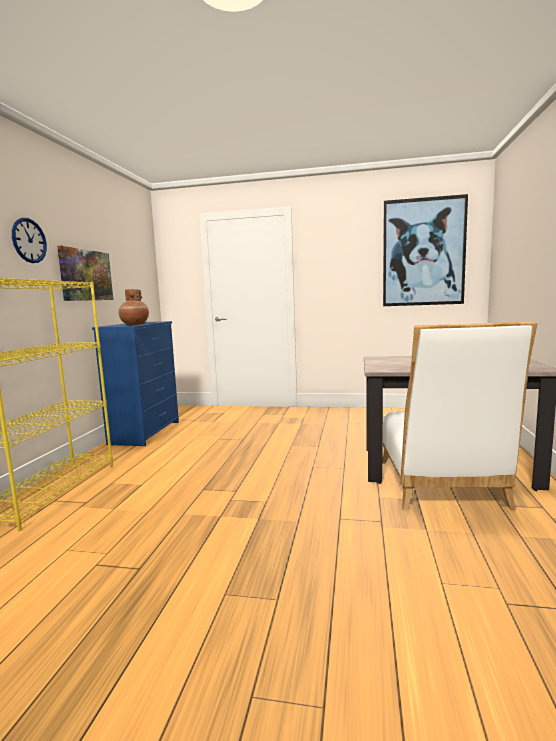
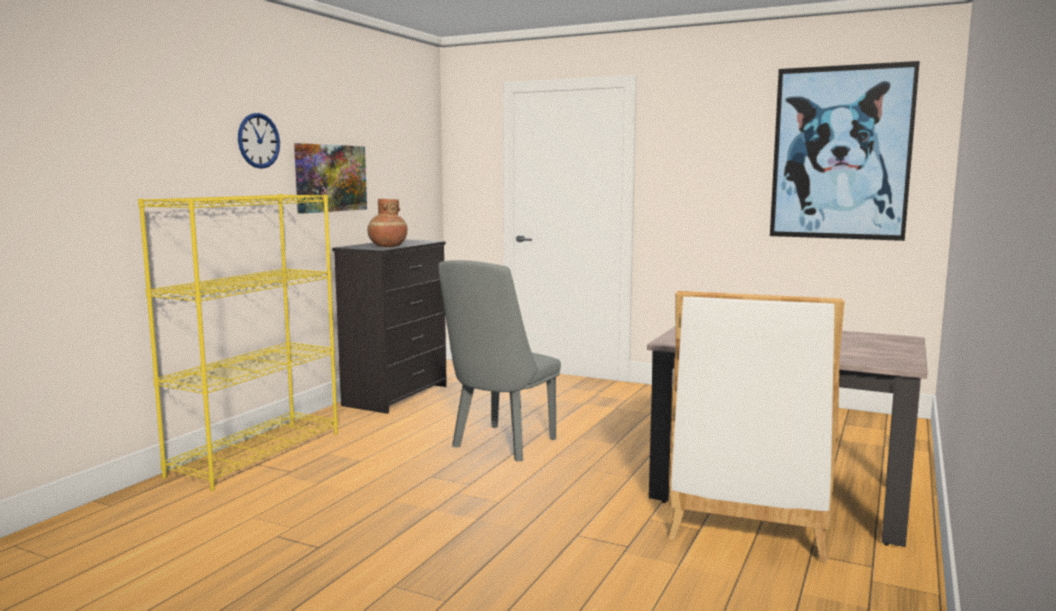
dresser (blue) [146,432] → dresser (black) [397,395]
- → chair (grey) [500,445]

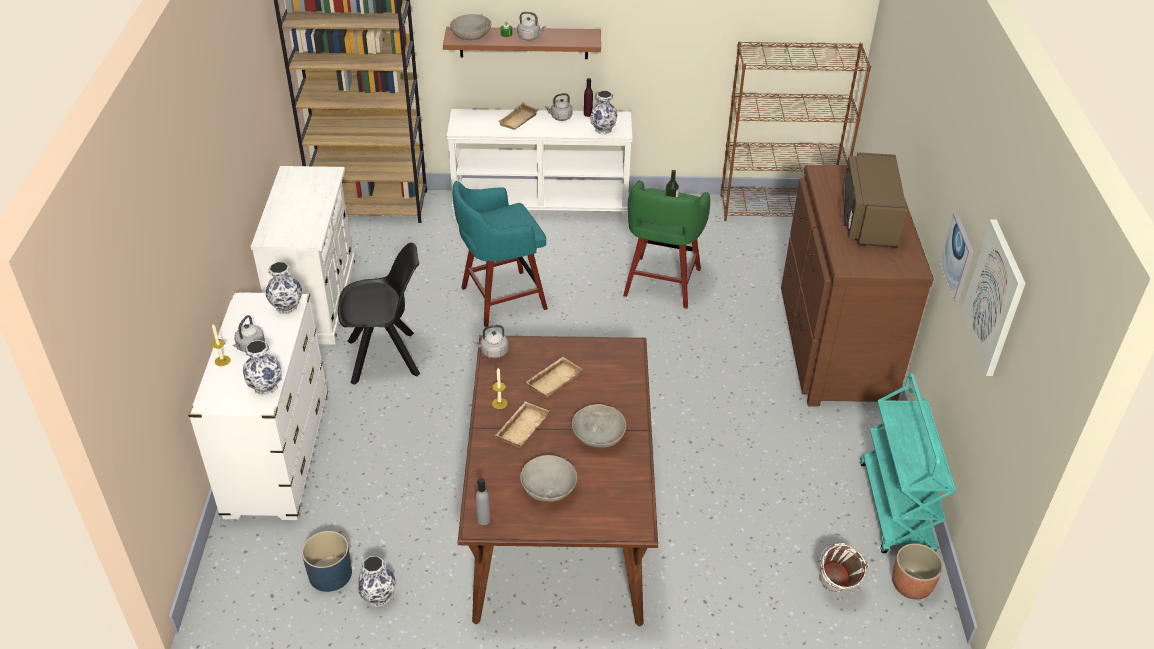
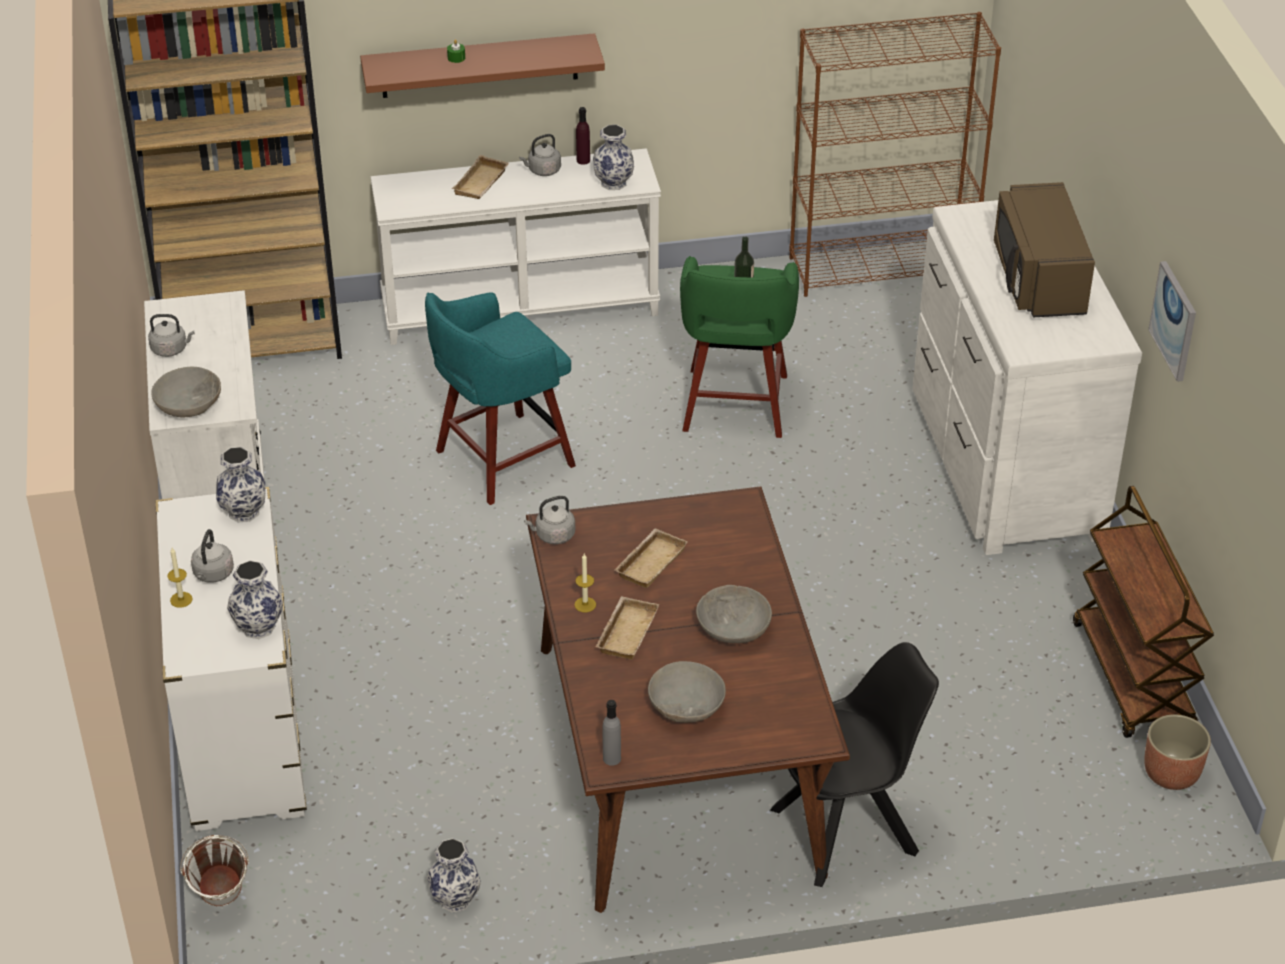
kettle (grey) [530,37] → kettle (grey) [171,349], move
bowl (grey) [471,35] → bowl (grey) [189,404], move
bucket (white) [835,590] → bucket (white) [221,903], move
chair (black) [386,357] → chair (black) [848,830], move
dresser (brown) [833,346] → dresser (white) [1004,464]
cart (turquoise) [896,508] → cart (brown) [1133,676]
planter (blue) [330,574] → -
picture [995,297] → -

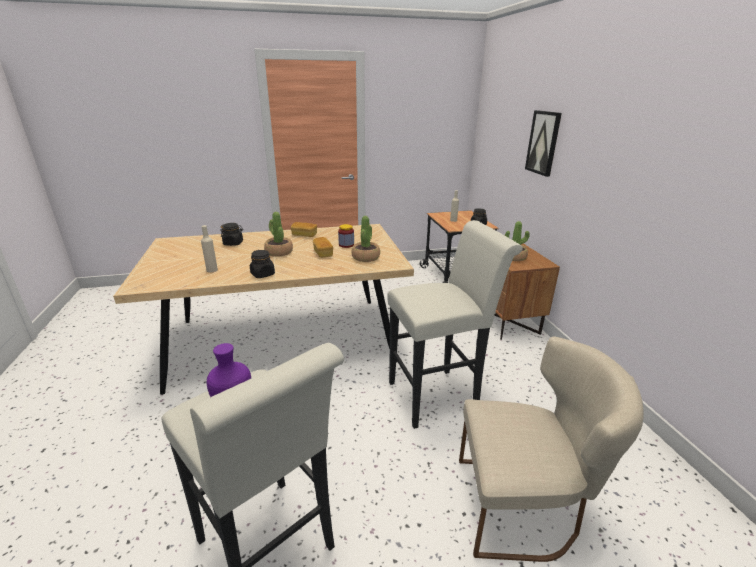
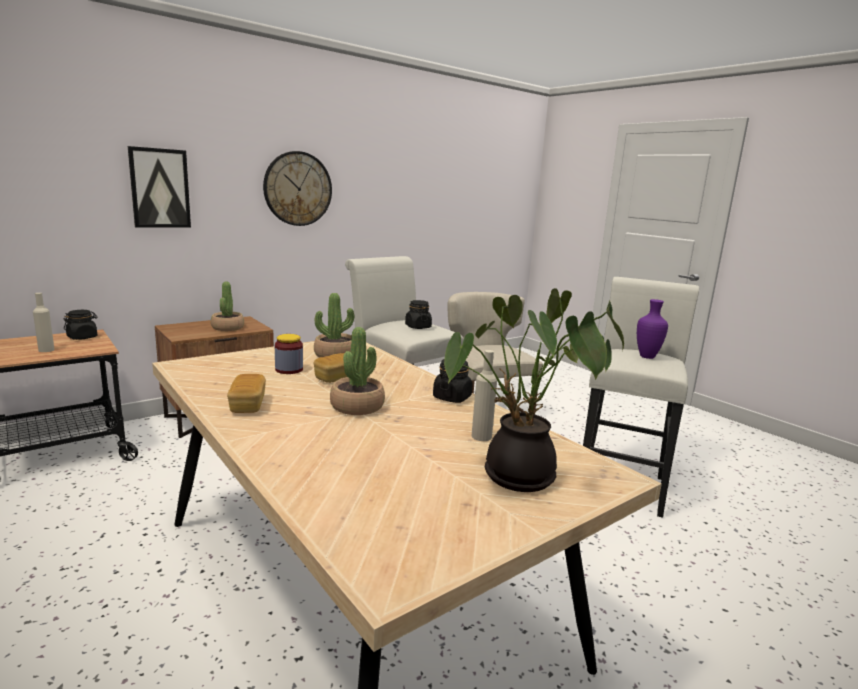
- → wall clock [298,189]
jar (black) [233,243] → jar (black) [418,327], move
- → potted plant [516,479]

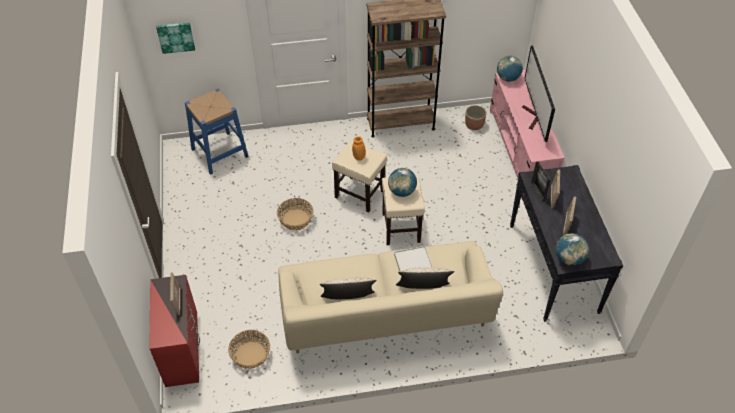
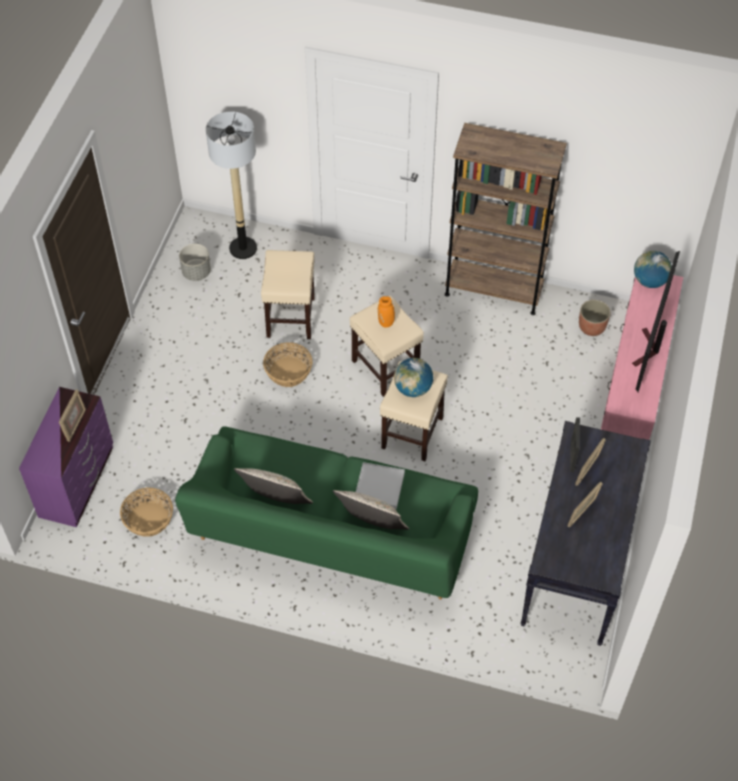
dresser (red) [182,349] → dresser (purple) [78,481]
sofa (beige) [385,312] → sofa (green) [331,533]
- → planter (grey) [196,272]
stool (blue) [219,152] → floor lamp [243,248]
- → stool (beige) [290,316]
picture [176,37] → -
globe [569,259] → -

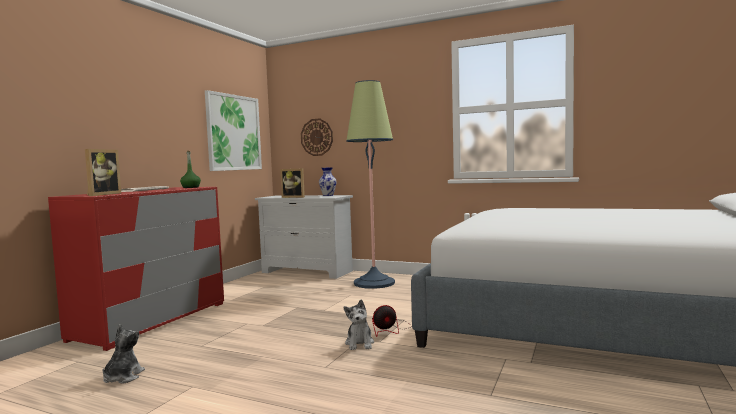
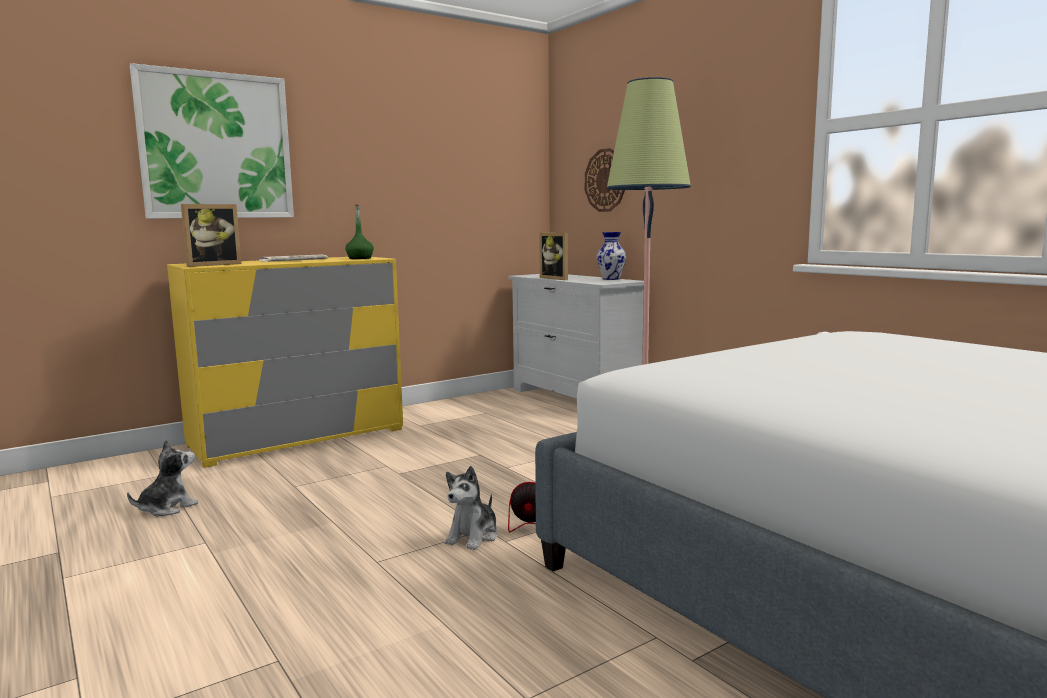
picture [233,132] → picture [216,146], move
dresser (red) [151,321] → dresser (yellow) [297,437]

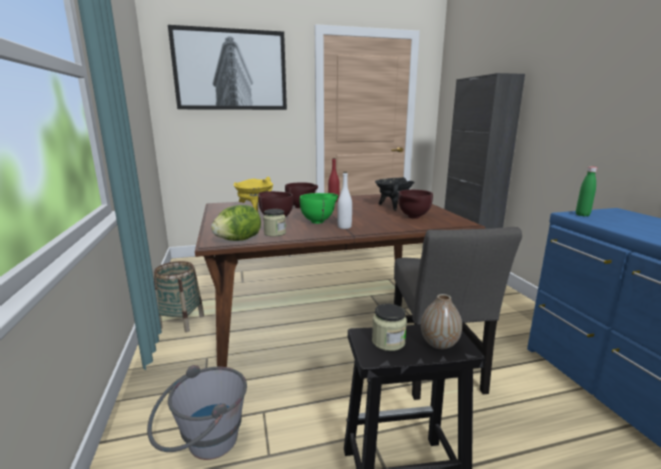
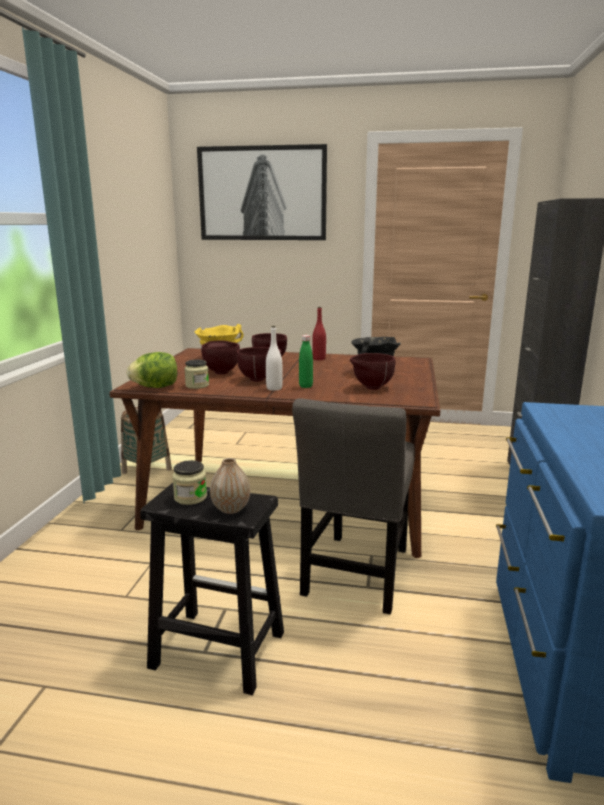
bowl (green) [319,221] → bowl (brown) [259,380]
bottle (green) [582,215] → bottle (green) [305,386], move
bucket (grey) [203,446] → -

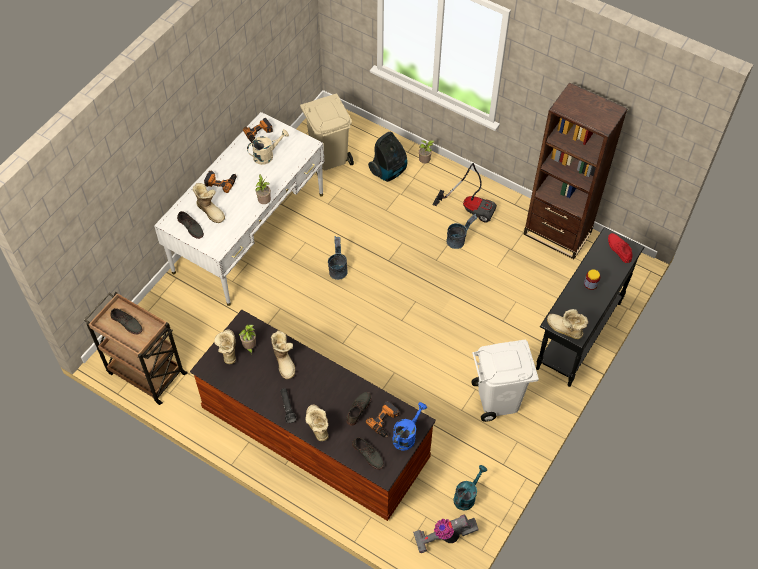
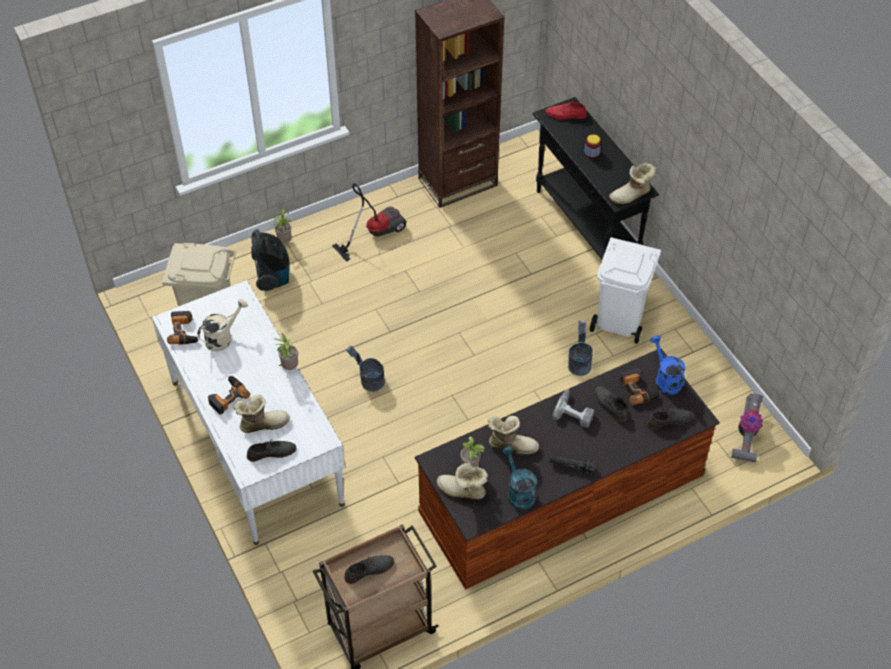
watering can (beige) [267,155] → watering can (beige) [223,337], 45 degrees clockwise
watering can (turquoise) [466,496] → watering can (turquoise) [518,492], move
- → power drill [575,410]
bucket (grey) [458,240] → bucket (grey) [579,363], move
boot [317,426] → -

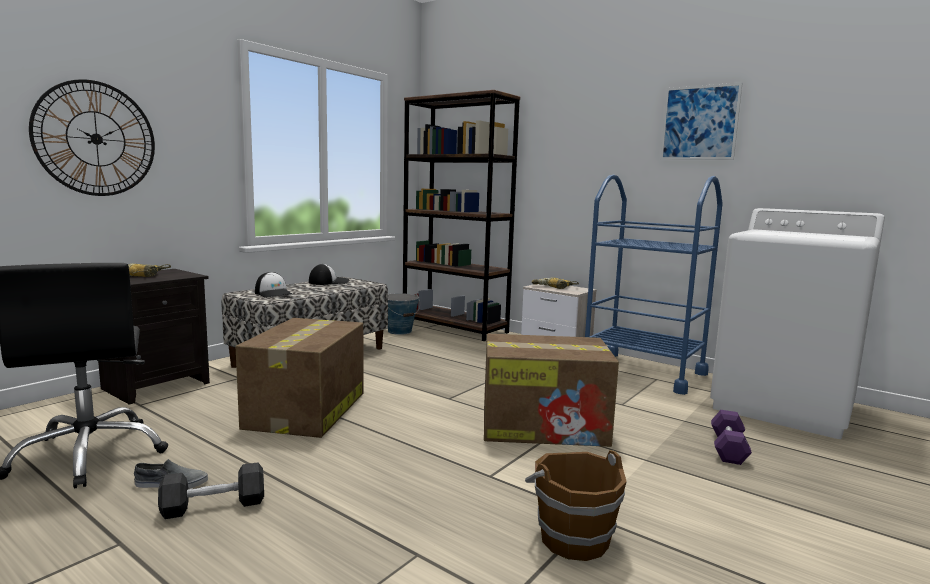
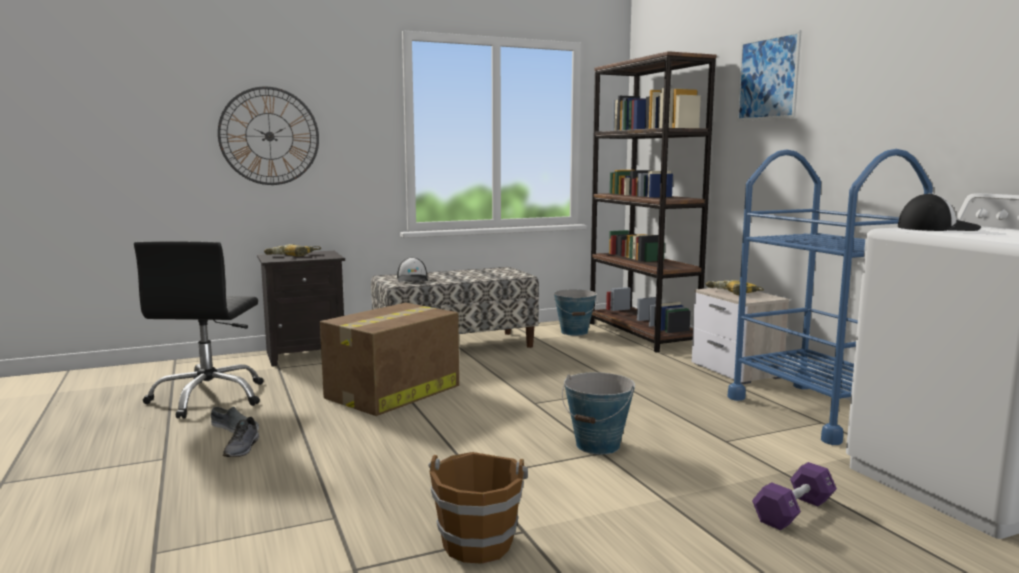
dumbbell (black) [214,506] → shoe (grey) [243,449]
cardboard box [545,426] → bucket [598,445]
picture [699,123] → picture [767,78], move
cap [329,282] → cap [937,228], move

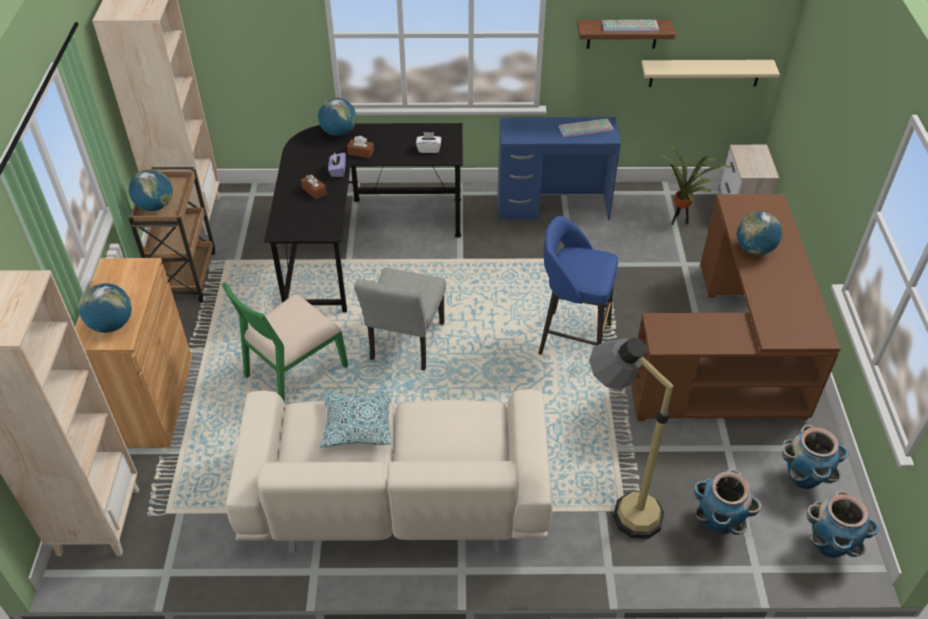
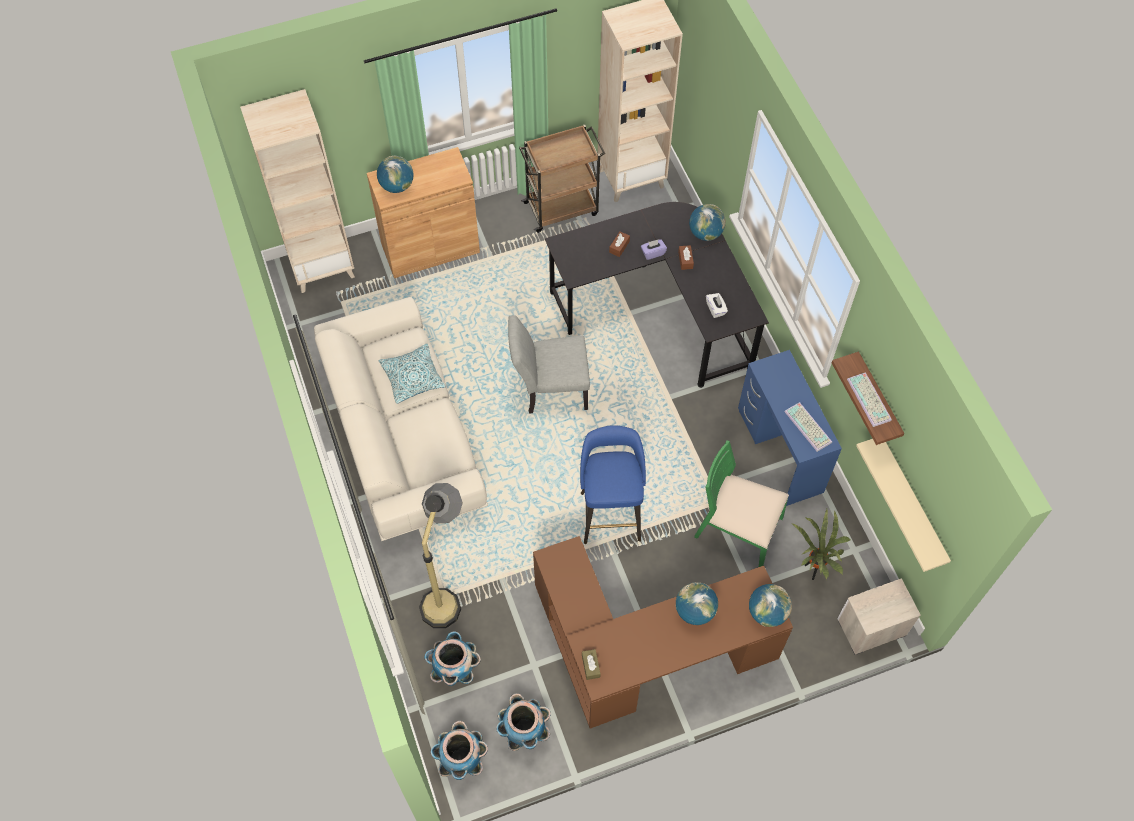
- → tissue box (brown) [590,666]
chair (green) [294,370] → chair (green) [737,528], move
globe [155,206] → globe [767,612], move

